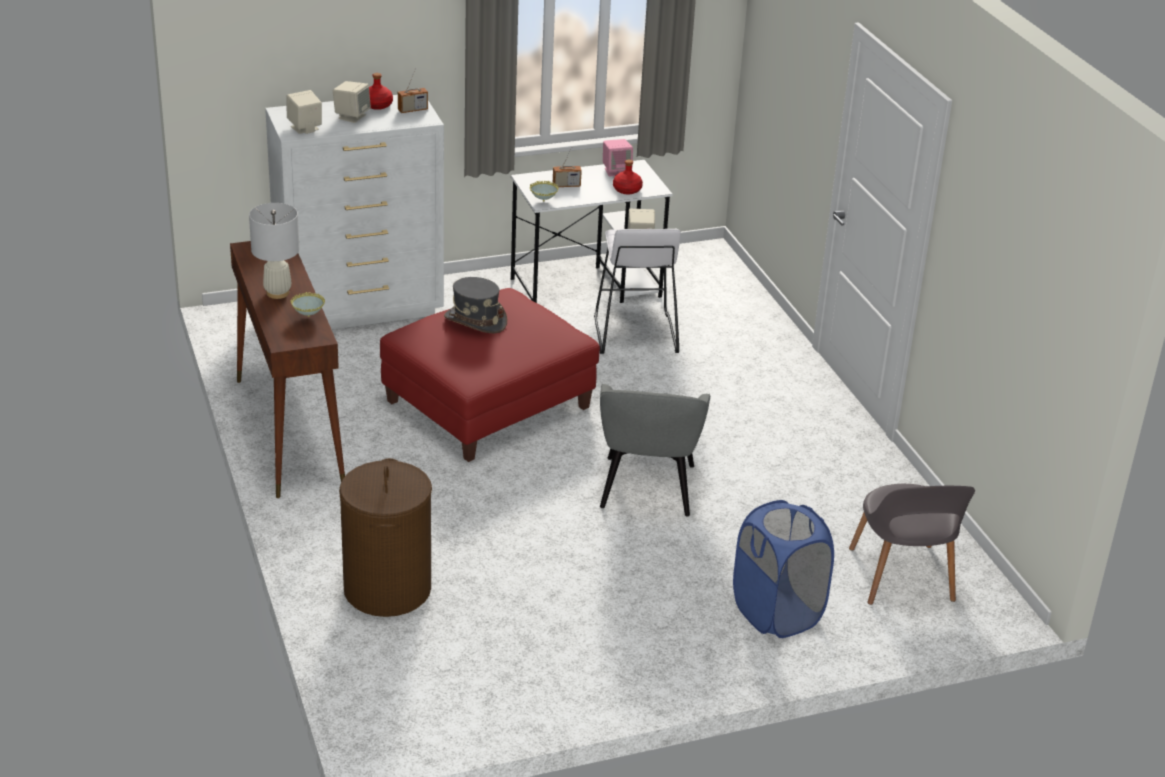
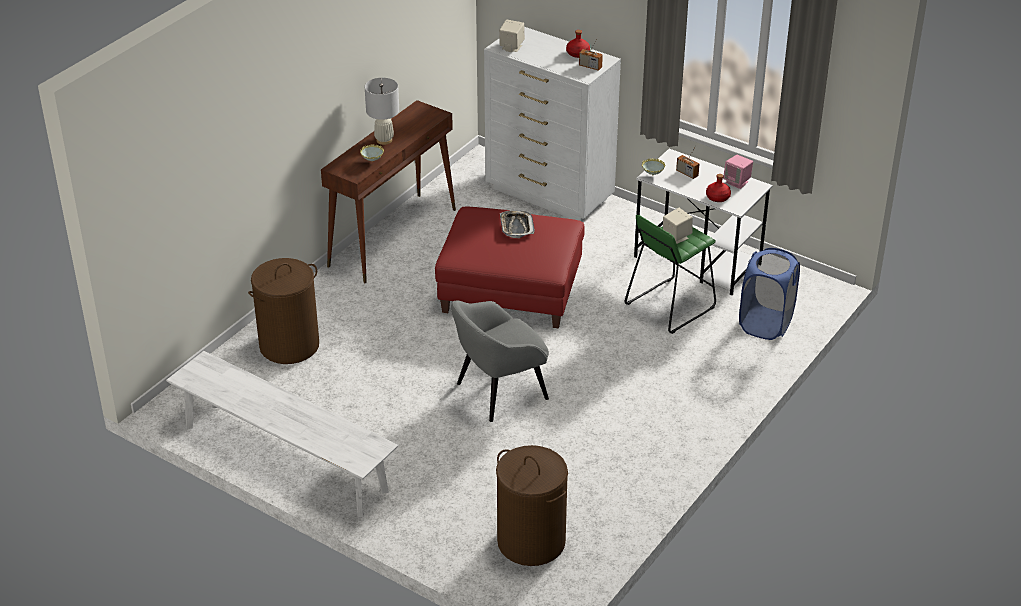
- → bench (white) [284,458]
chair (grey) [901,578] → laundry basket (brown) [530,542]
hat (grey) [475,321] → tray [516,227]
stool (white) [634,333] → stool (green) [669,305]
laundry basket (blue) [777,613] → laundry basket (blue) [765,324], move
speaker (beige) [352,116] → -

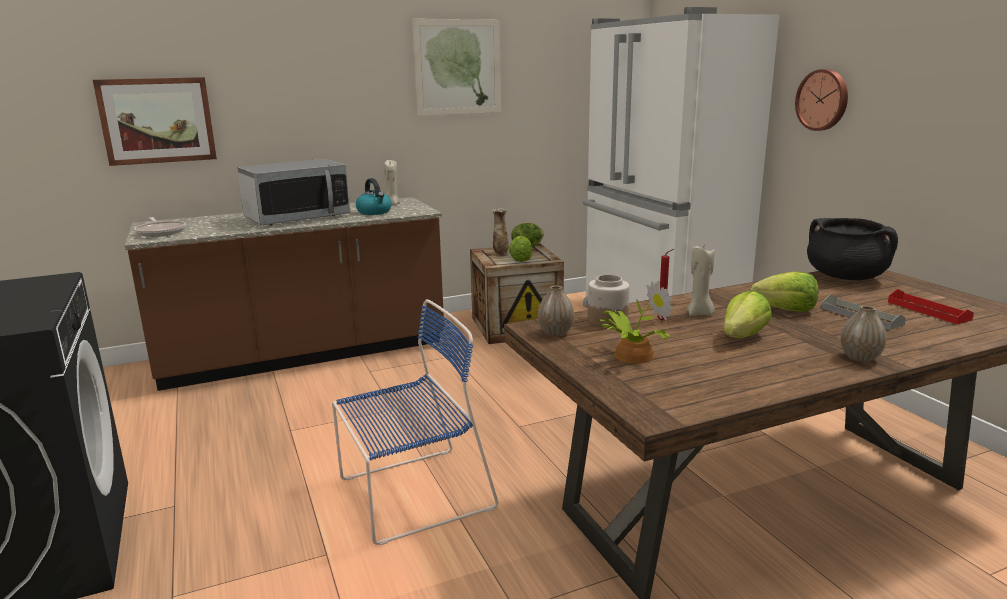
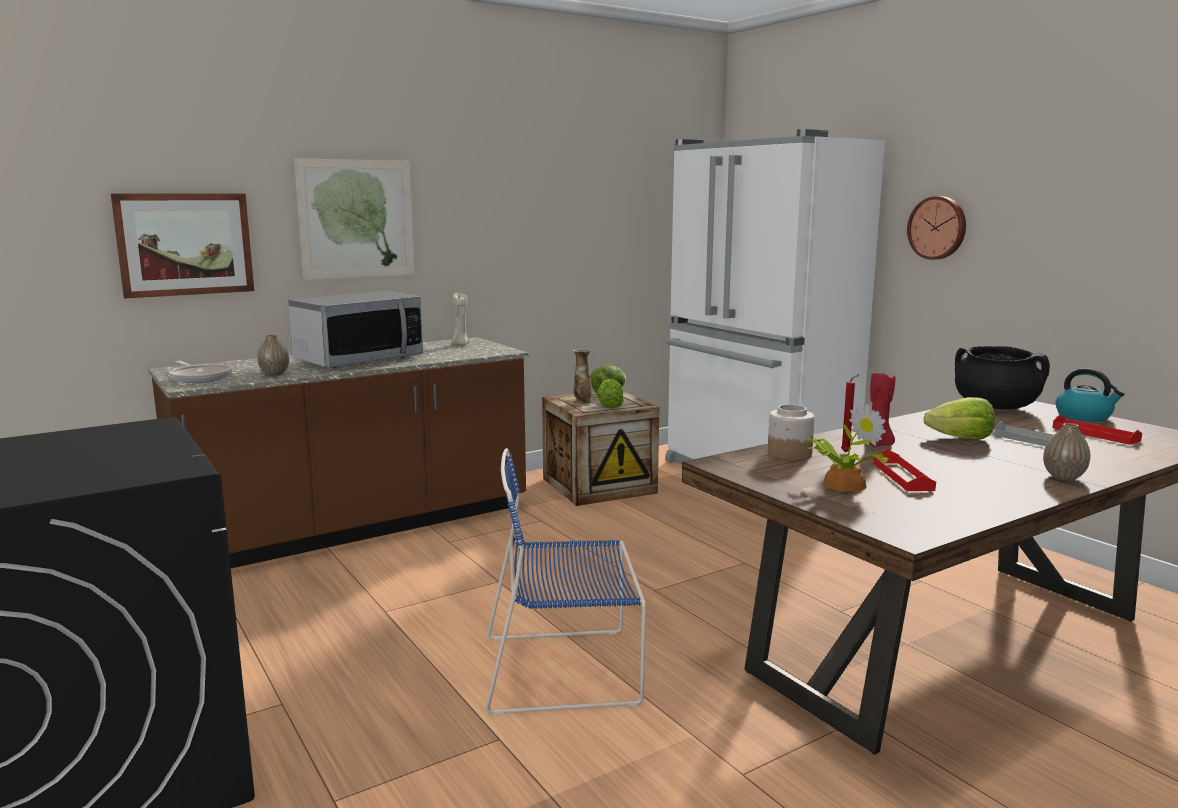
vase [555,333] → vase [274,374], move
picture [458,67] → picture [356,219], move
chair (blue) [411,495] → chair (blue) [567,669], 150 degrees counterclockwise
candle (beige) [699,314] → candle (red) [878,445]
- → tray (red) [902,476]
kettle [374,212] → kettle [1084,416], move
lettuce [742,336] → -

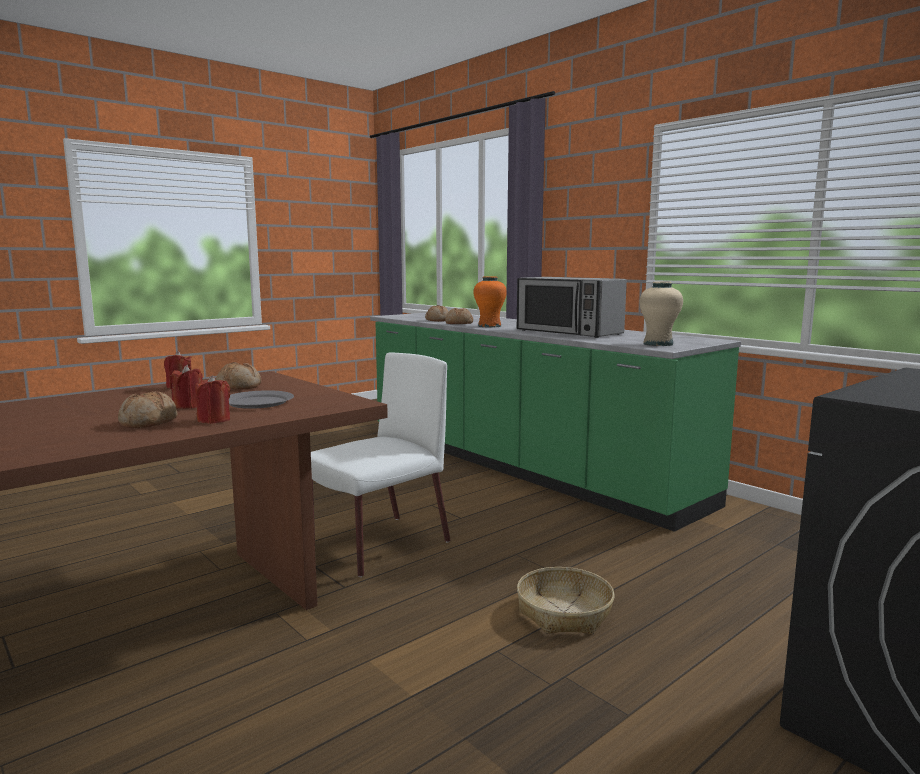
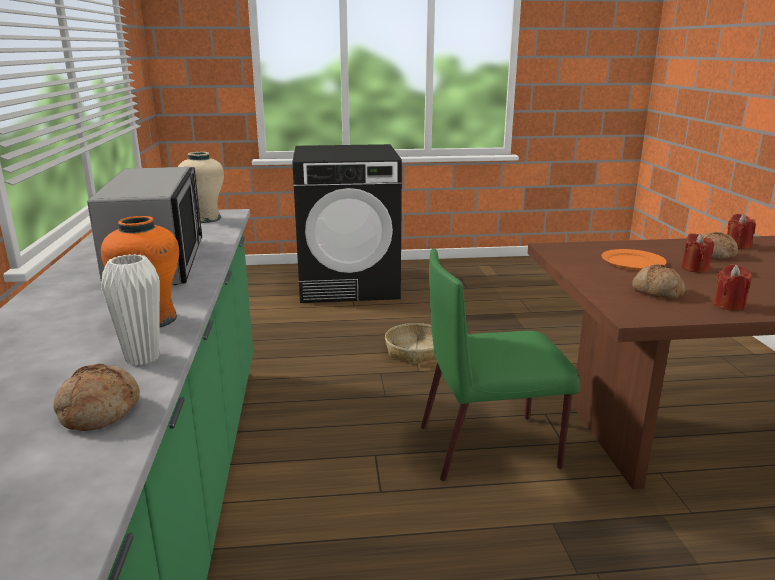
bread [458,323] → vase (white) [142,358]
chair (white) [378,546] → chair (green) [491,446]
plate (grey) [257,402] → plate (orange) [633,262]
candle (red) [214,420] → candle (red) [737,246], move

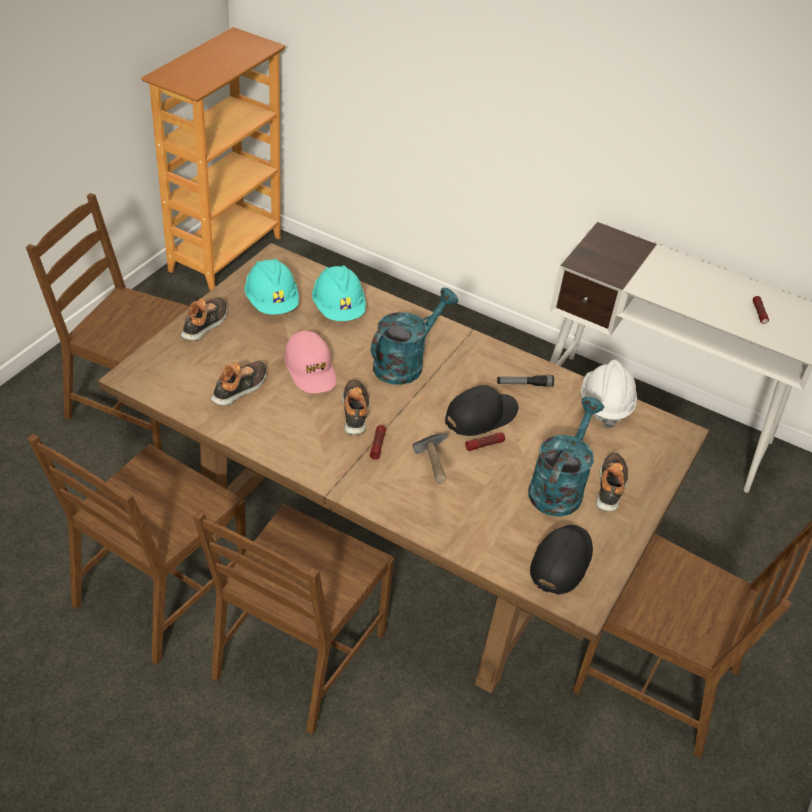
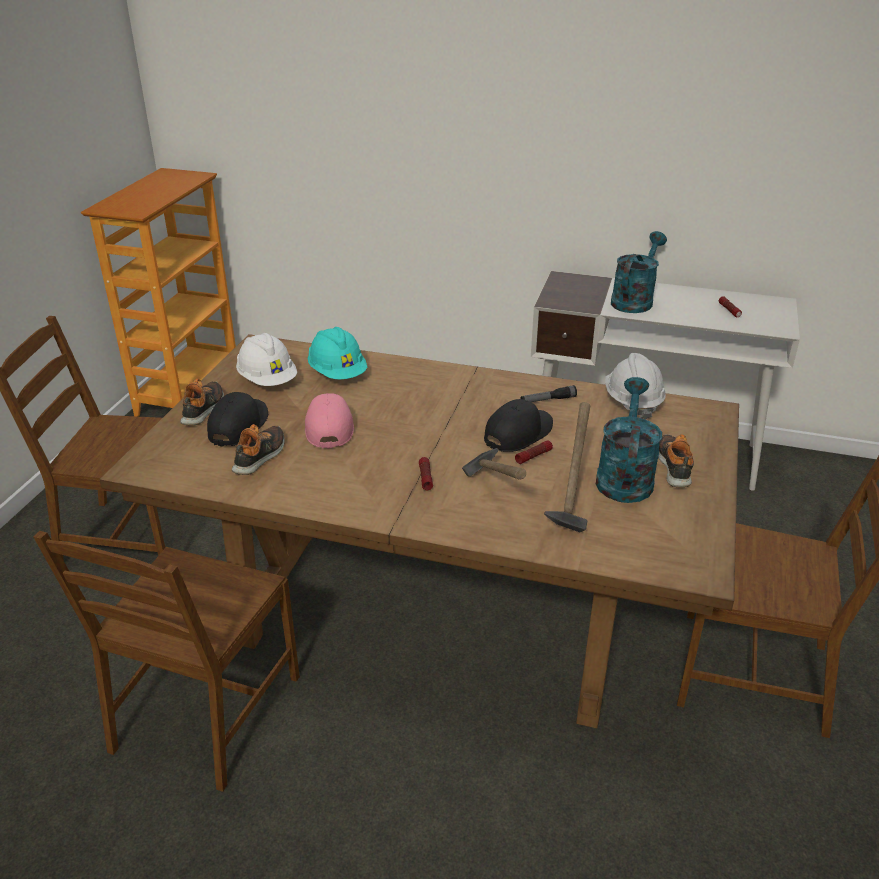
cap (black) [561,561] → cap (black) [239,426], move
hard hat (turquoise) [272,303] → hard hat (white) [268,380]
cap (pink) [311,369] → cap (pink) [329,427], 150 degrees counterclockwise
- → hammer [569,501]
watering can (turquoise) [405,362] → watering can (turquoise) [634,300], move
chair (brown) [298,656] → -
shoe [355,412] → -

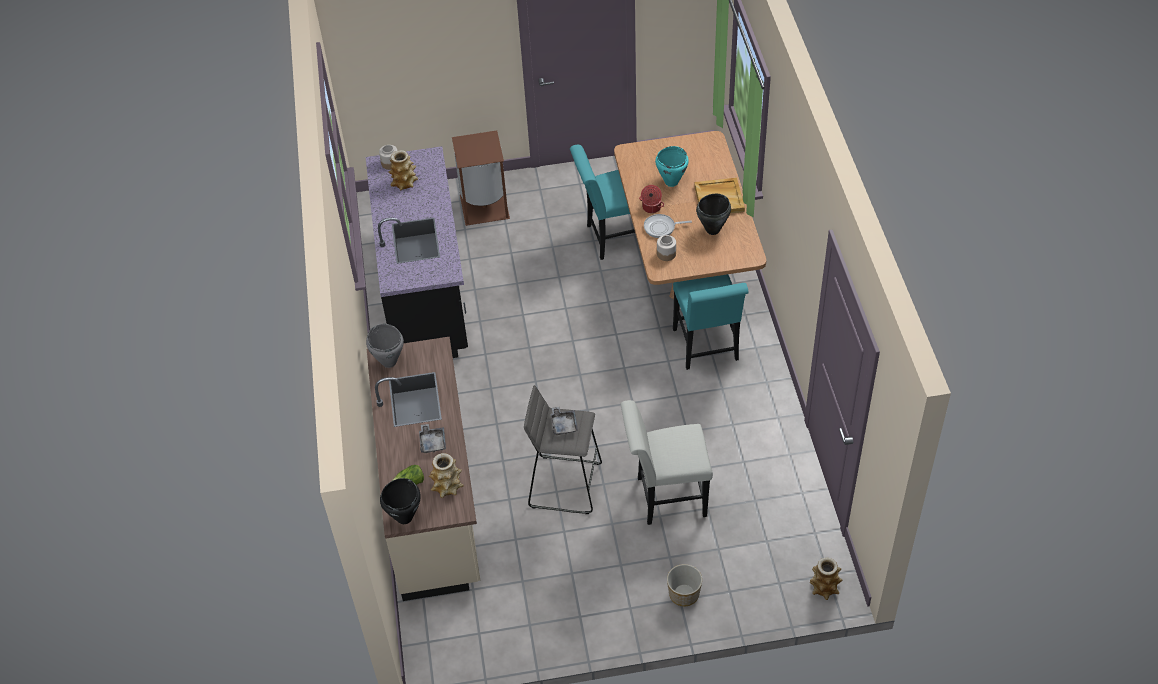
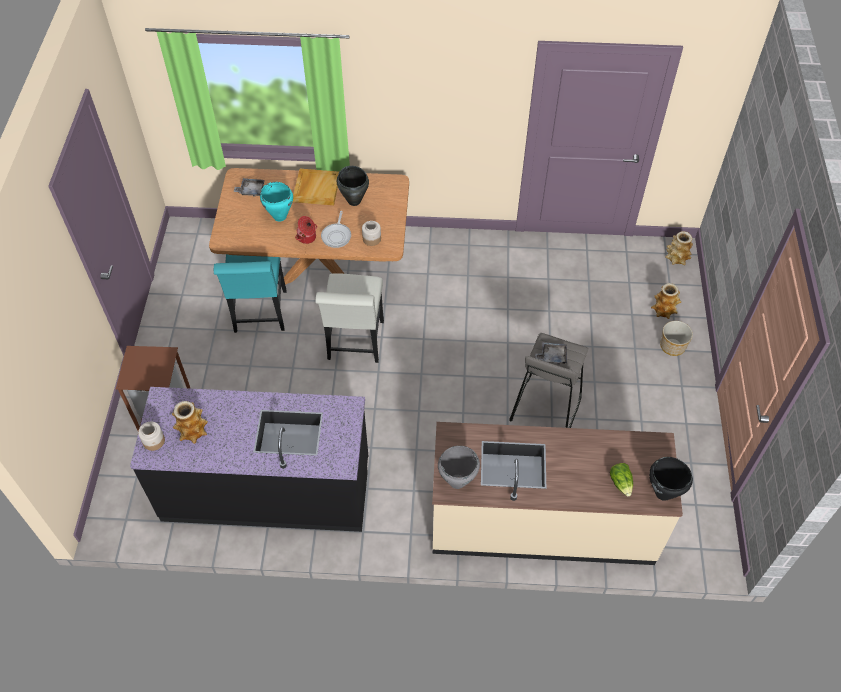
tray (grey) [432,442] → tray (grey) [251,190], move
chair (white) [665,497] → chair (white) [355,344], move
vase [447,487] → vase [664,310], move
chair (turquoise) [707,348] → -

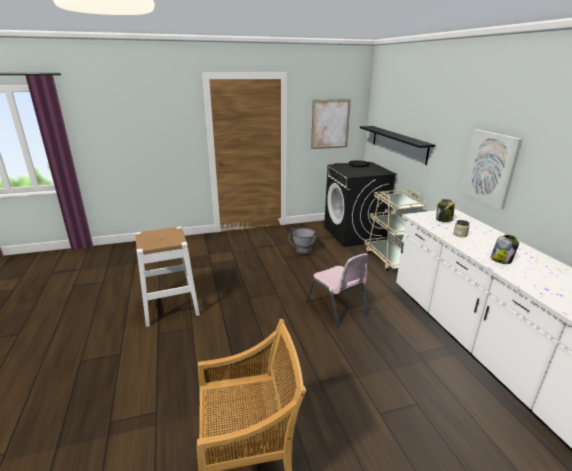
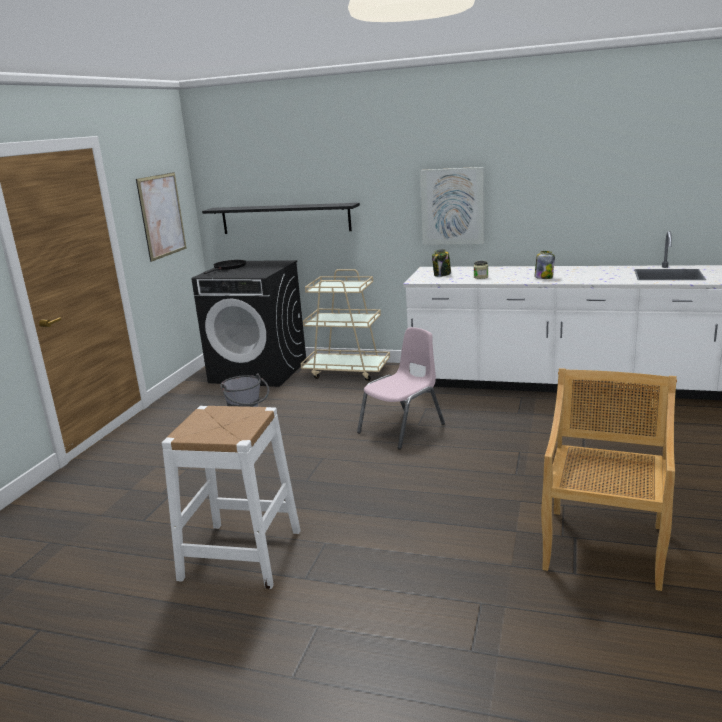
chair (pink) [336,308] → chair (pink) [402,429], 45 degrees counterclockwise

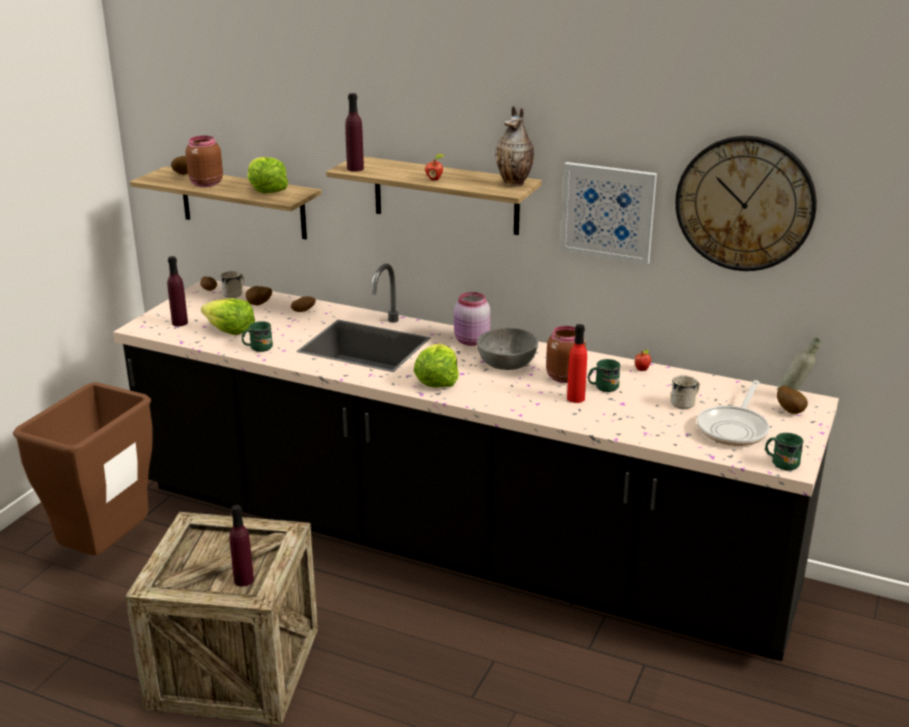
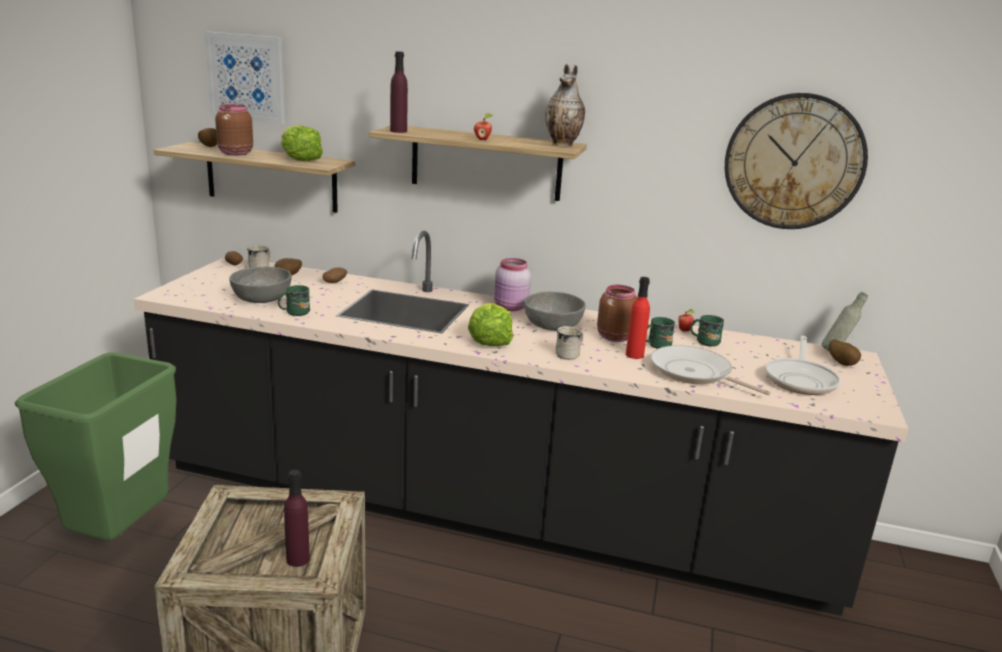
trash can (brown) [106,551] → trash can (green) [120,535]
picture [608,212] → picture [246,77], move
lettuce [230,330] → bowl (grey) [261,298]
mug (white) [685,403] → mug (white) [570,354], move
- → frying pan [694,373]
mug (green) [781,462] → mug (green) [704,341], move
bottle (purple) [180,323] → -

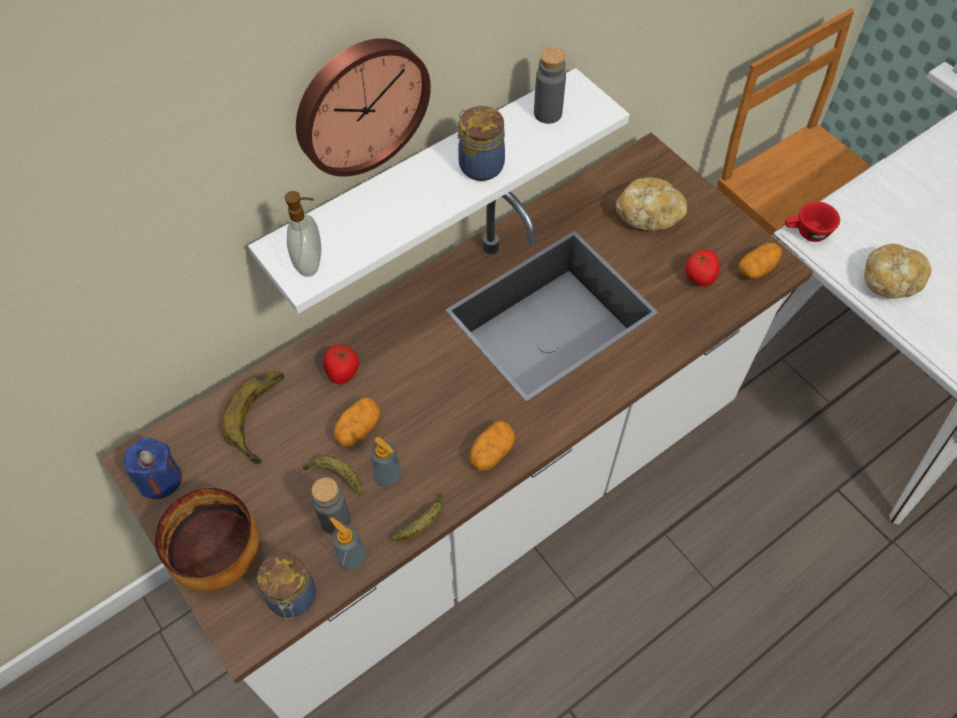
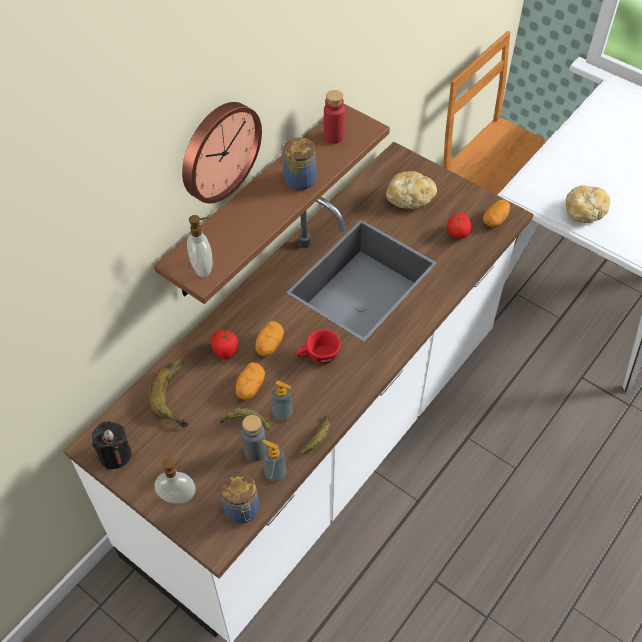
candle (blue) [160,479] → candle (black) [115,454]
shelf (white) [425,184] → shelf (brown) [256,203]
bowl [218,556] → soap dispenser [178,496]
potato [491,452] → potato [269,345], move
cup (red) [806,233] → cup (red) [318,357], move
bottle (grey) [547,113] → bottle (red) [333,137]

